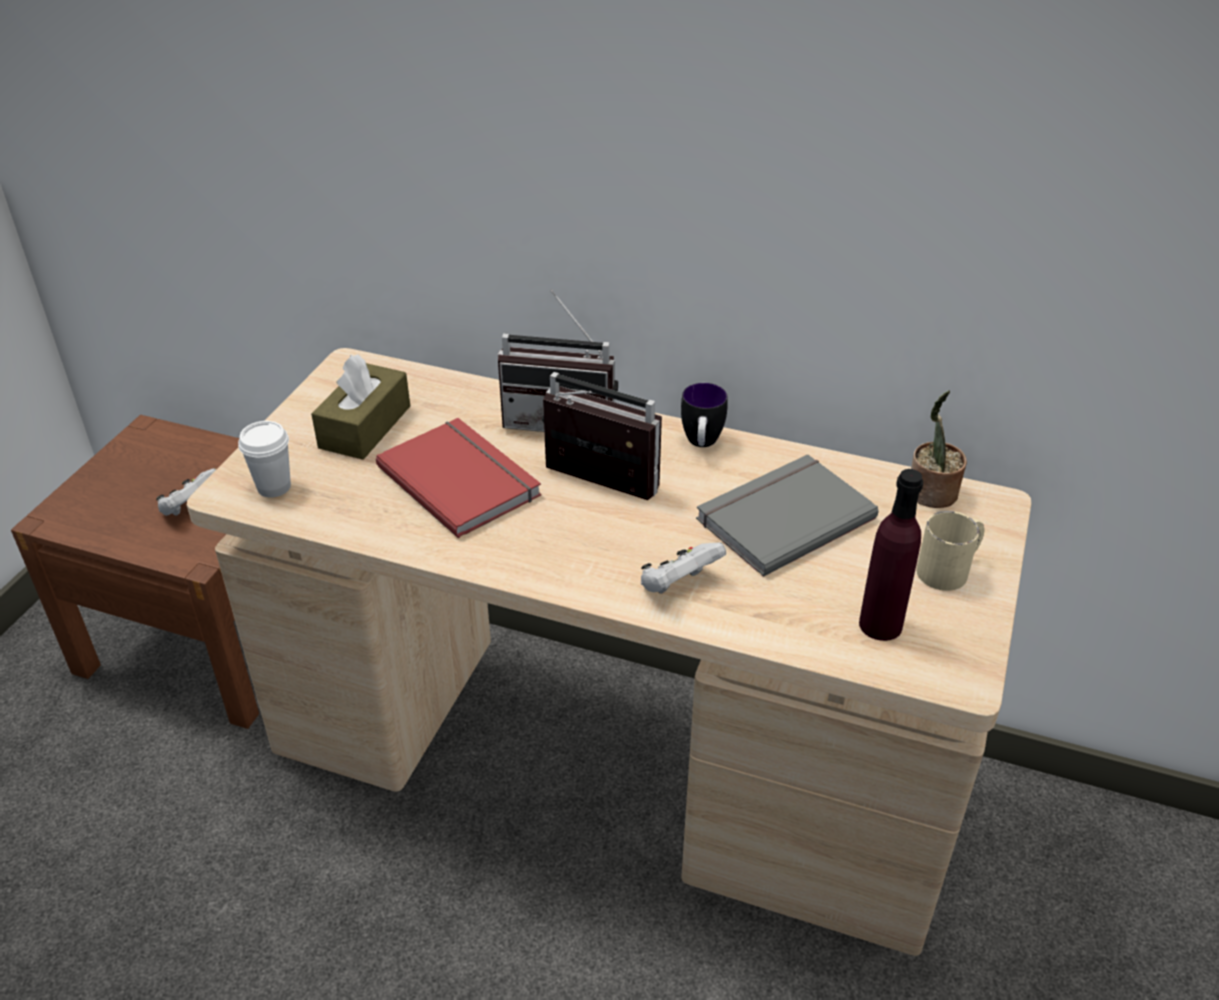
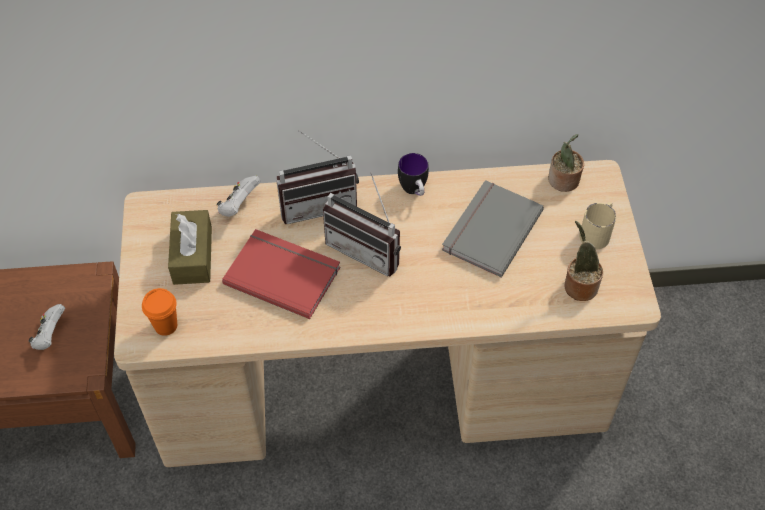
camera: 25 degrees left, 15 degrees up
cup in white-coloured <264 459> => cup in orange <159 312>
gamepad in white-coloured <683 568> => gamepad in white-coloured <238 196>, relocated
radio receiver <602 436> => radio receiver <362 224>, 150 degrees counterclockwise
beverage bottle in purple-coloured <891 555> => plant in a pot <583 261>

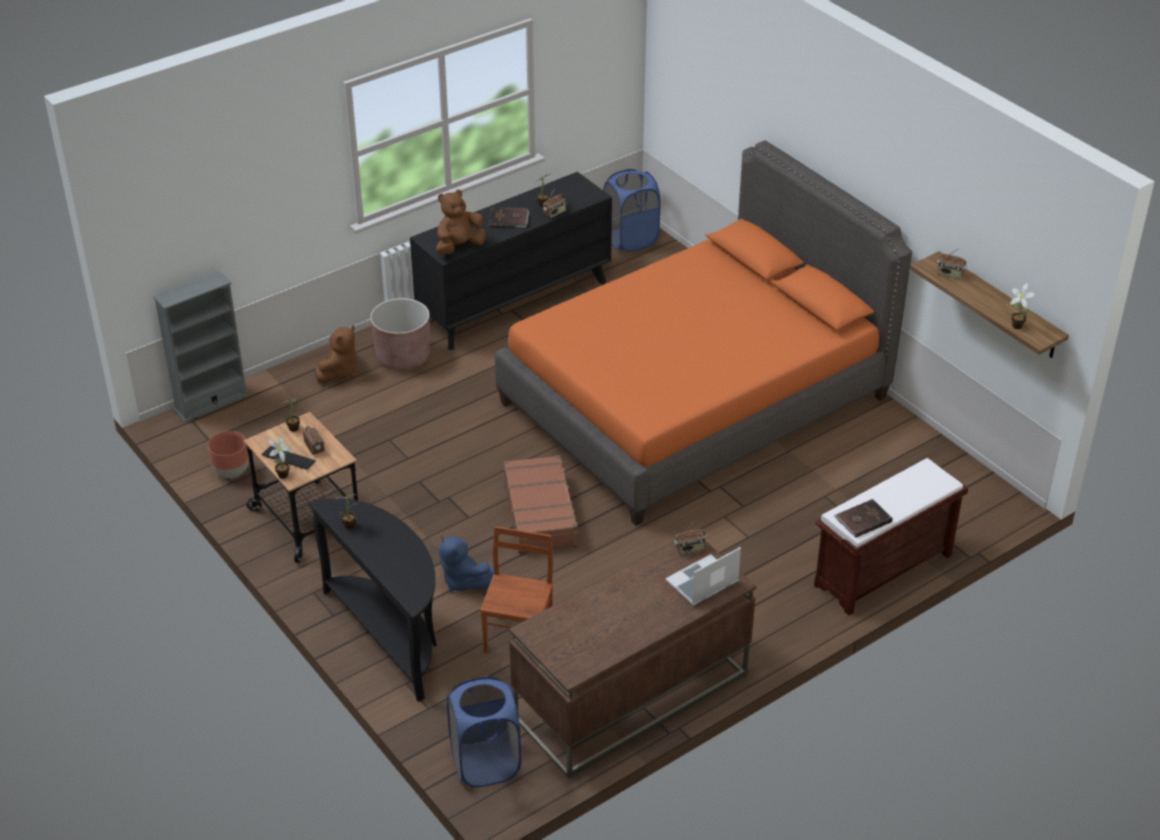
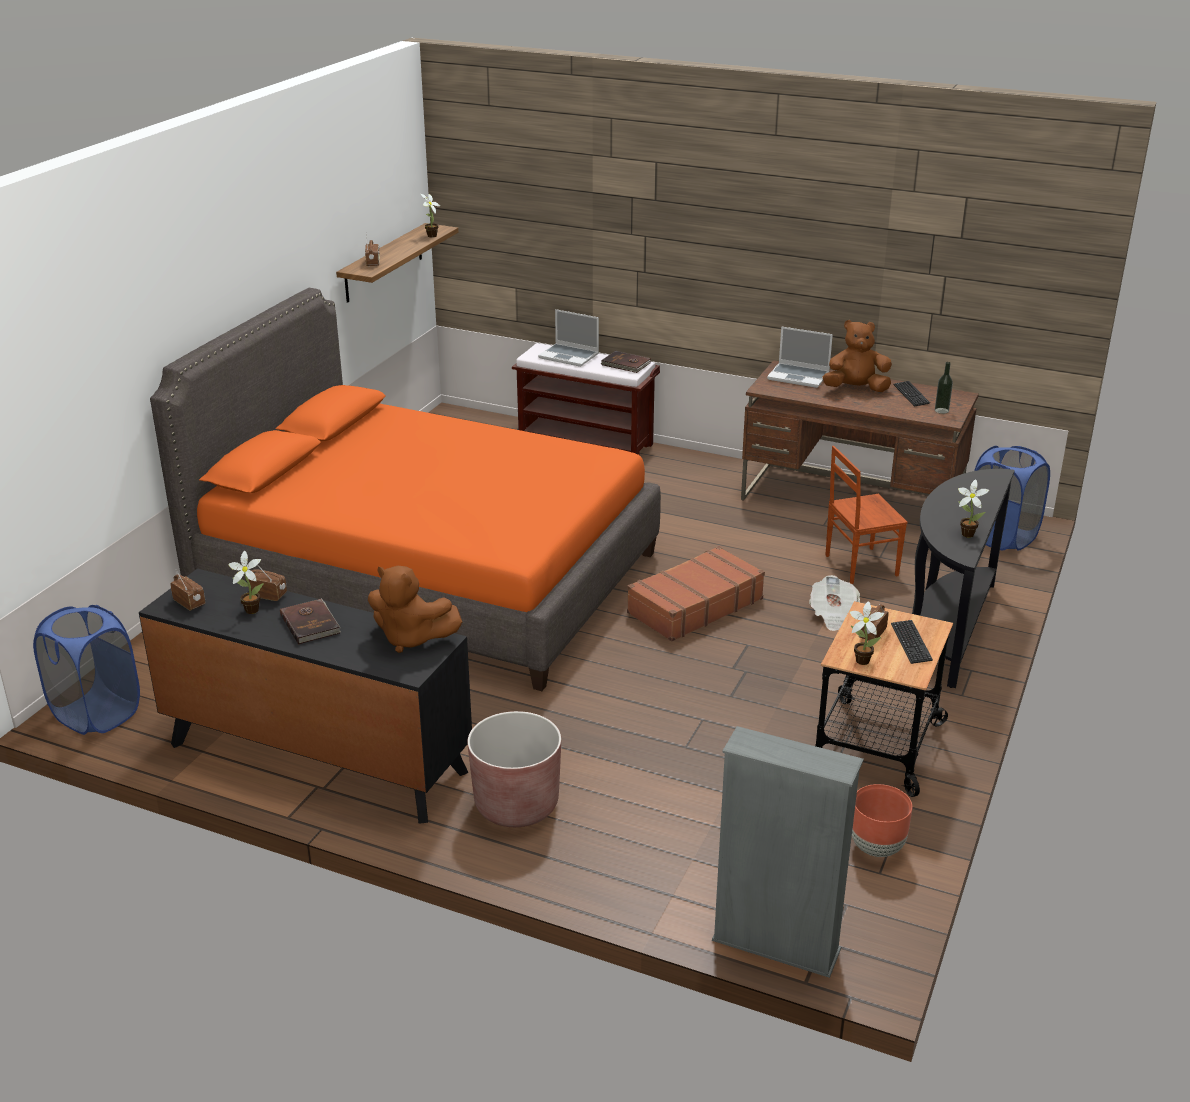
camera: 120 degrees left, 10 degrees down
radio receiver <690 538> => radio receiver <188 589>, relocated
nothing => notebook computer <568 338>
cuddly toy in blue <466 564> => newspaper <834 603>
cuddly toy in brown-coloured <335 354> => cuddly toy in brown-coloured <857 356>, relocated
nothing => PC keyboard <912 394>
nothing => beverage bottle <944 388>
plant in a pot <280 457> => nothing

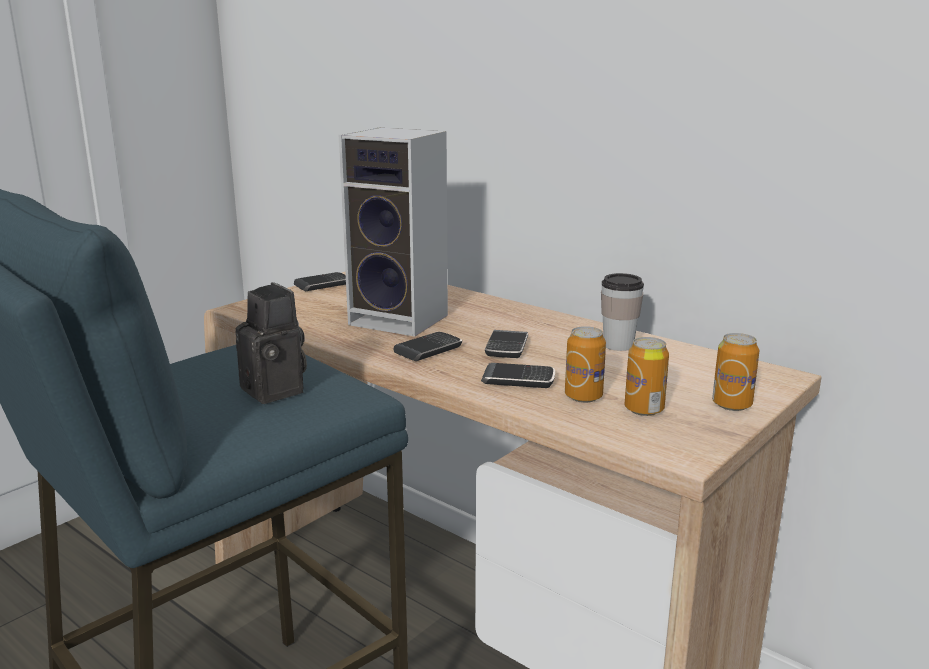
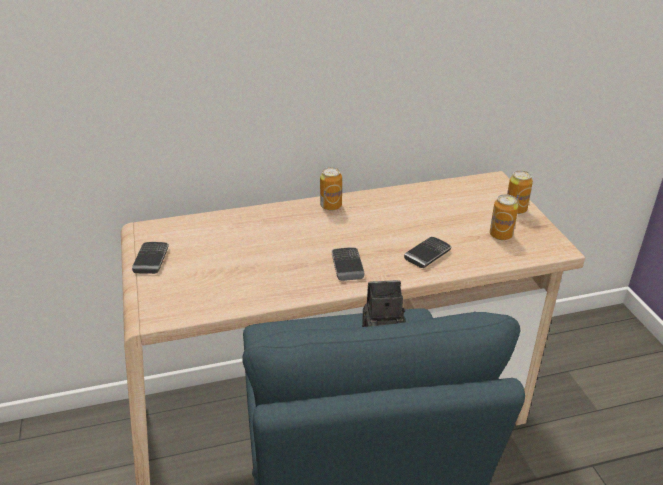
camera: 55 degrees left, 15 degrees up
metal can <585 364> => metal can <331 189>, relocated
loudspeaker <393 232> => nothing
phone <506 344> => nothing
cup <622 312> => nothing

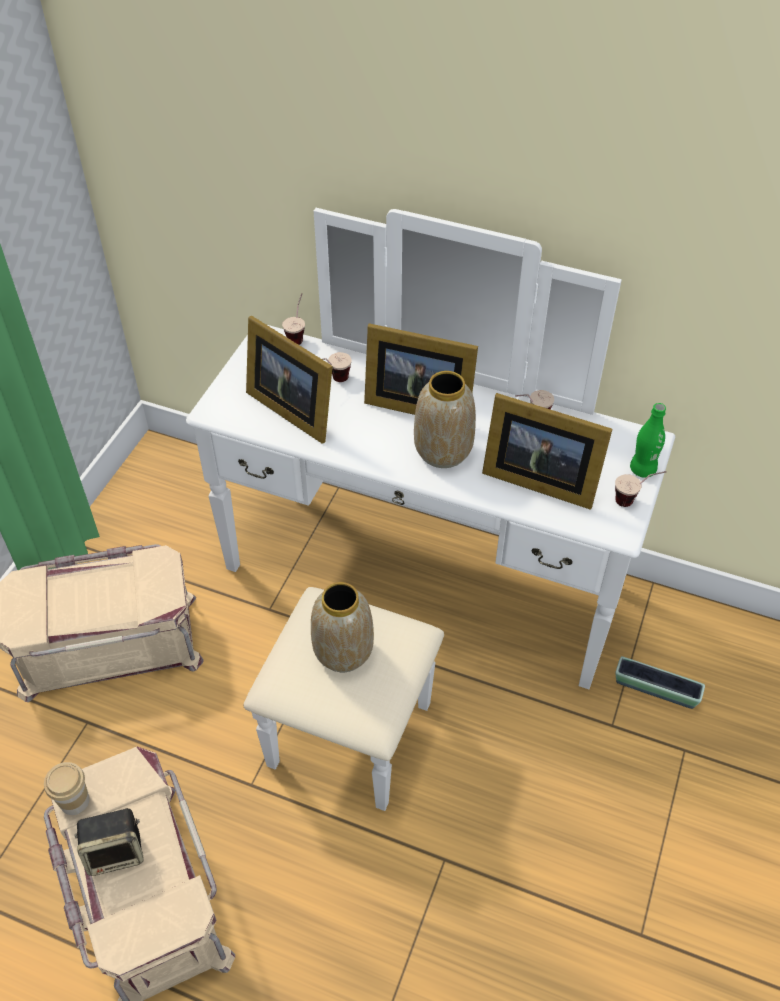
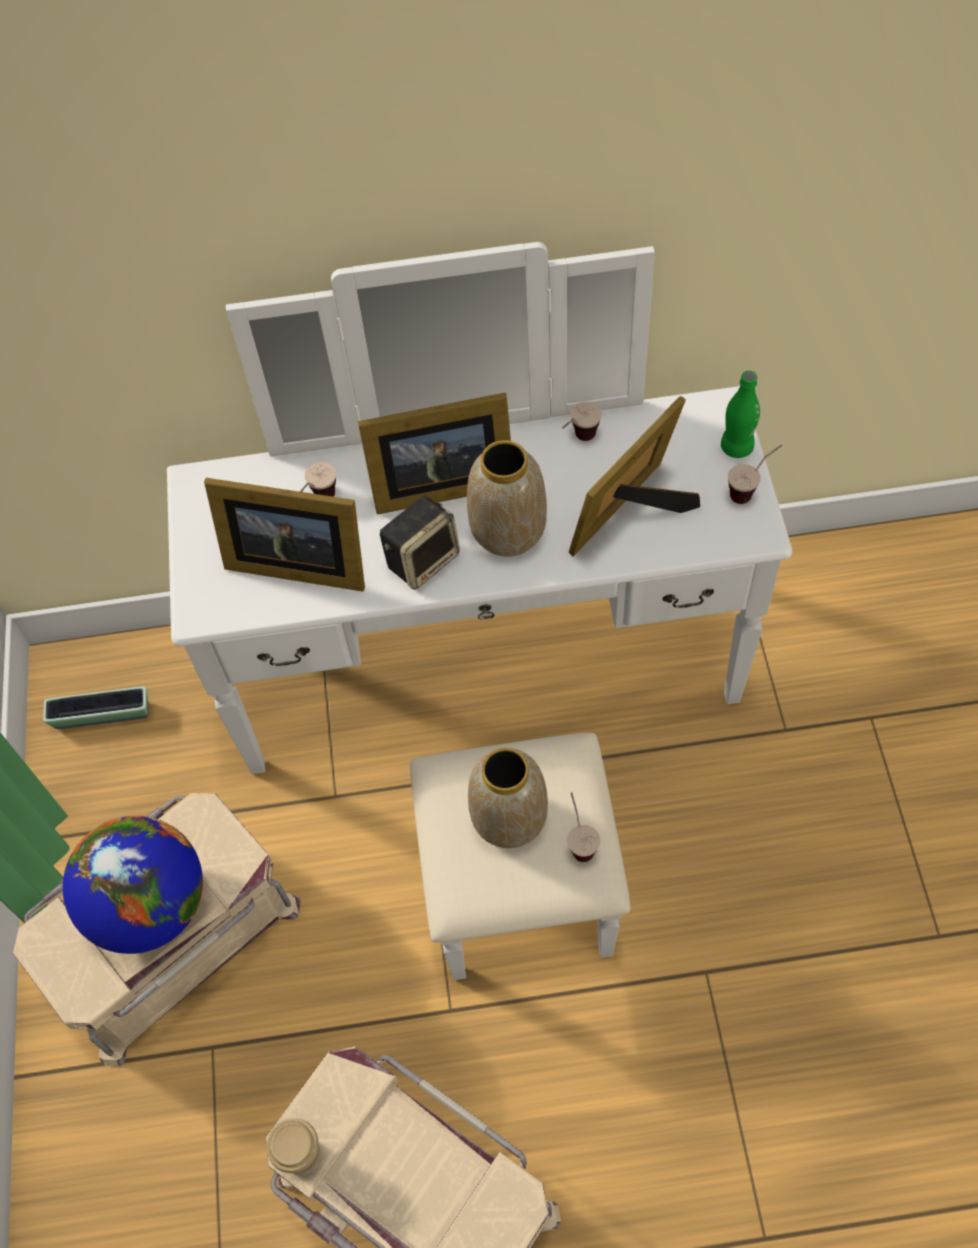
camera: 25 degrees left, 10 degrees up
planter <660 682> => planter <95 707>, relocated
nothing => globe <133 885>
loudspeaker <109 842> => loudspeaker <420 542>, relocated
cup <293 319> => cup <583 827>, relocated
photo frame <547 451> => photo frame <634 476>, 135 degrees clockwise

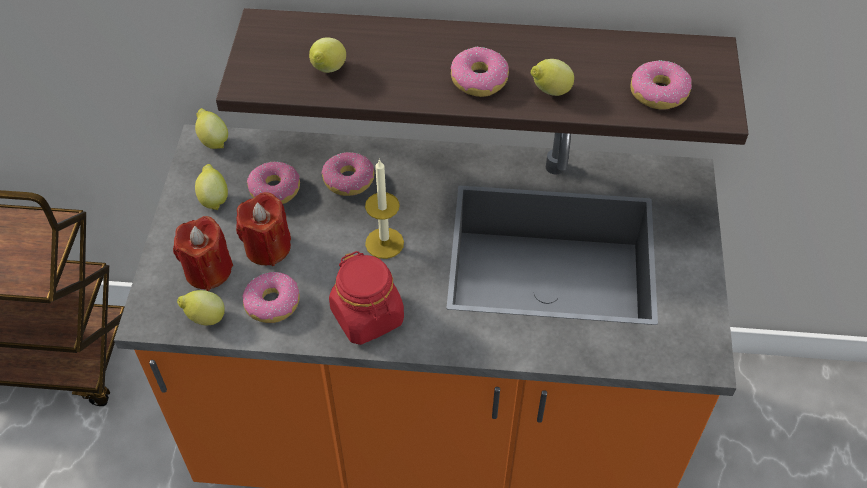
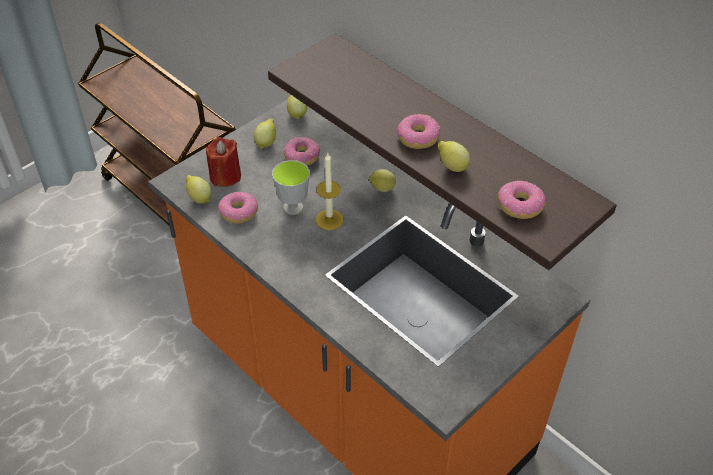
camera: 40 degrees right, 5 degrees down
nothing => cup <291 187>
lemon <327 55> => lemon <382 180>, relocated
wax light in red <263 229> => nothing
doughnut <348 174> => nothing
jar in red <366 298> => nothing

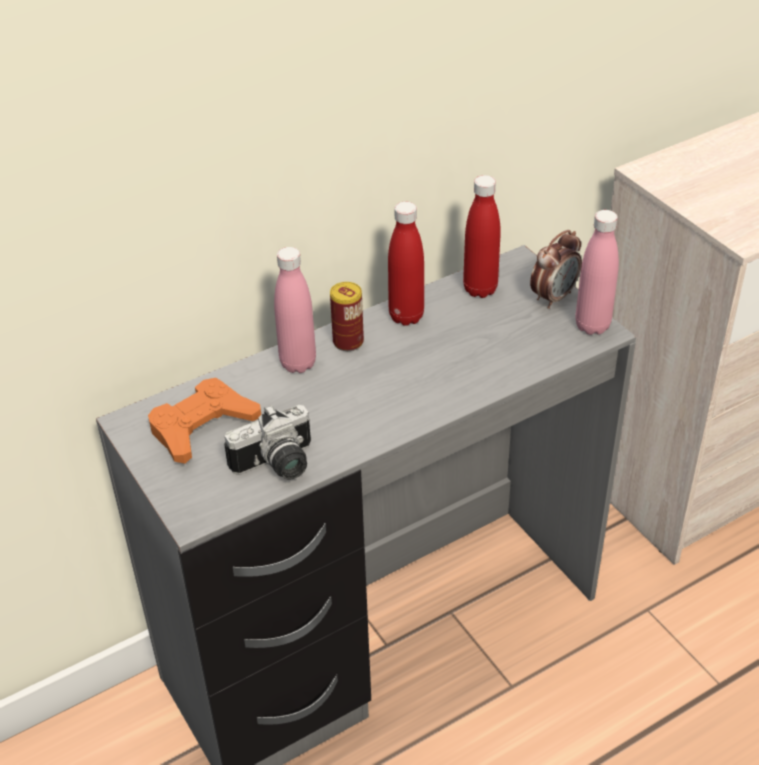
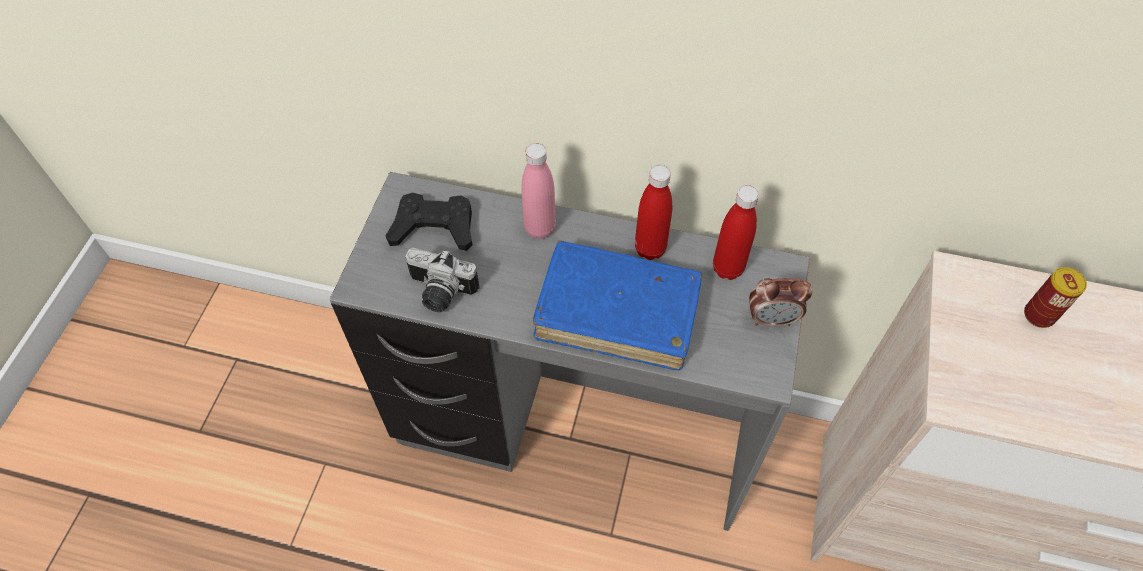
camera: 45 degrees right, 15 degrees up
gamepad in orange <204 421> => gamepad in black <428 222>
nothing => bound book in blue <617 305>
metal can <347 316> => metal can <1055 297>, relocated
beverage bottle in pink <597 272> => nothing

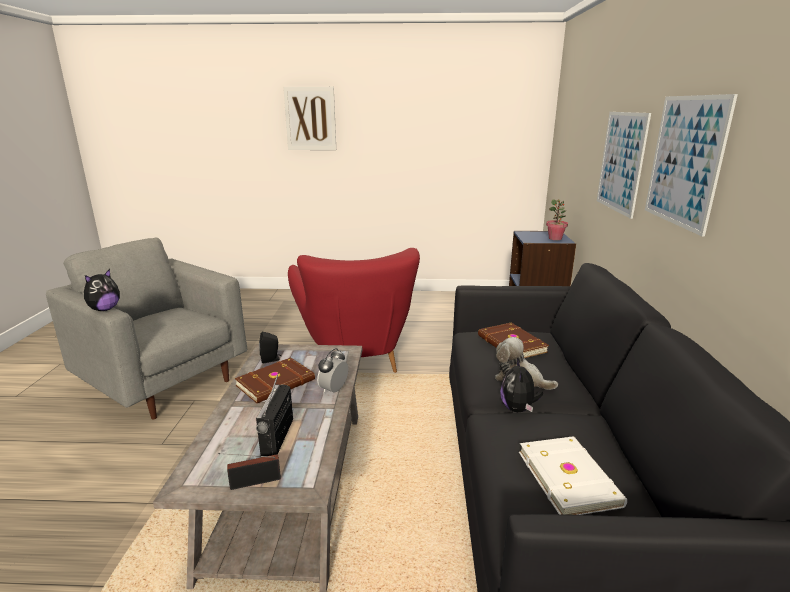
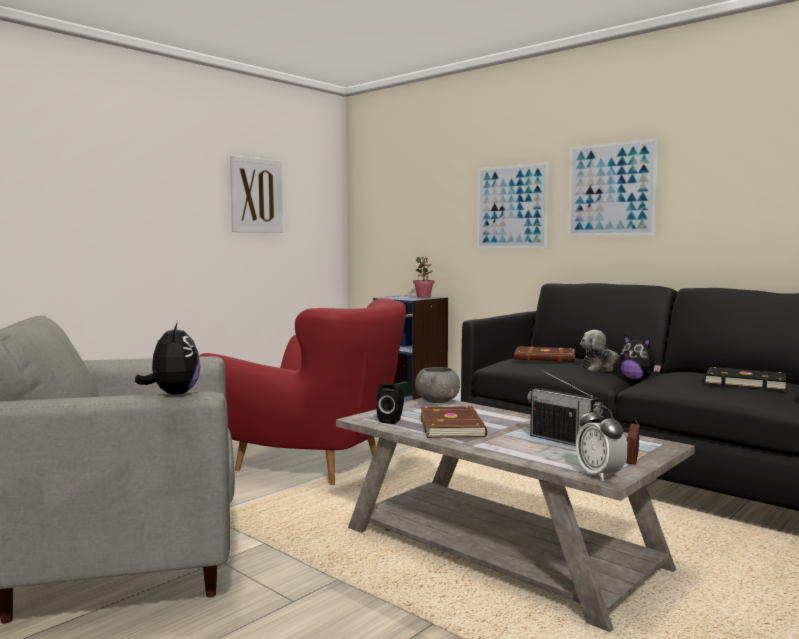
camera: 50 degrees left, 15 degrees down
wall art <309 118> => wall art <256 194>, relocated
nothing => deep dish in gray <437 385>
table clock <332 370> => table clock <601 443>, relocated
bound book in white-coloured <573 475> => bound book in black <745 379>

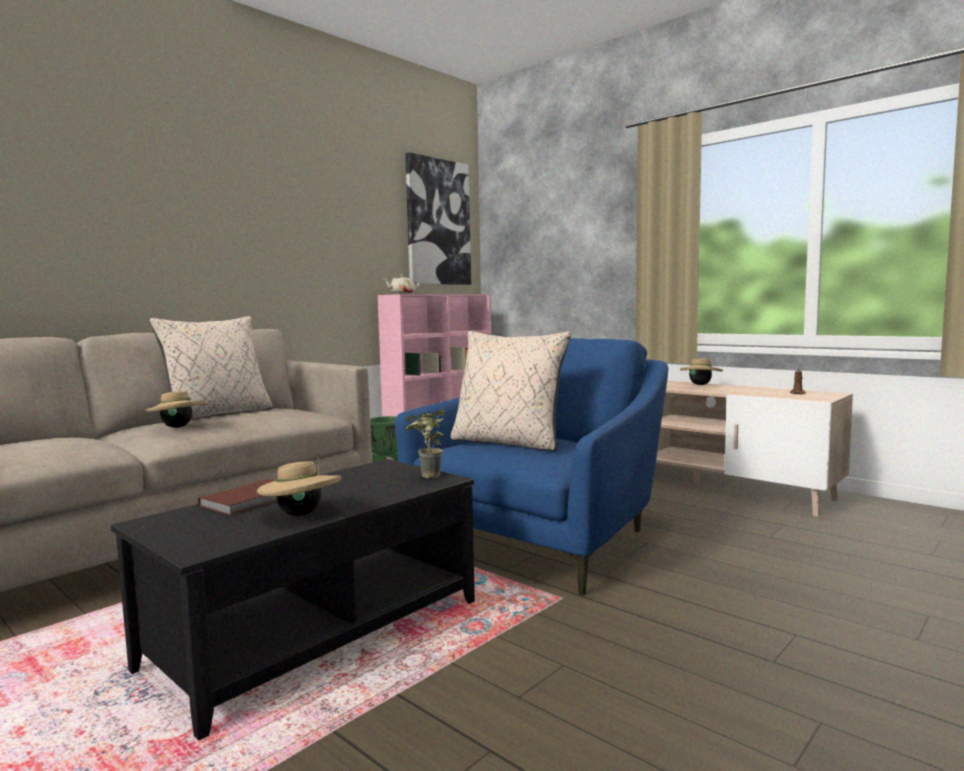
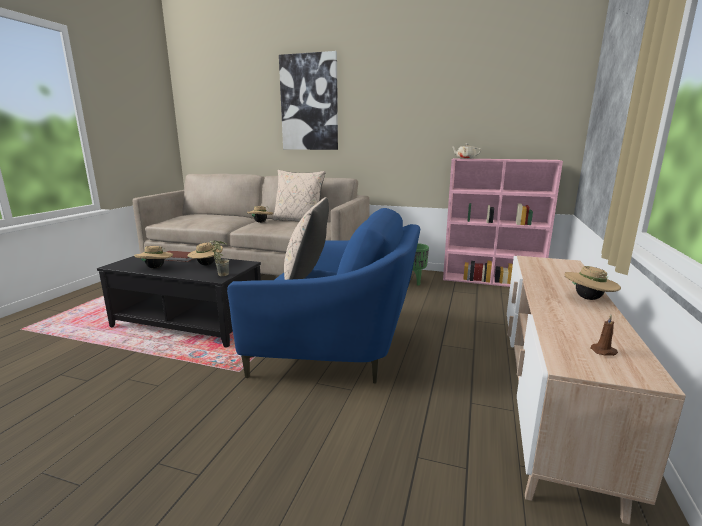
camera: 65 degrees right, 10 degrees up
nothing => clothing hat in sand-coloured <205 253>
wall art <438 218> => wall art <308 100>, relocated

